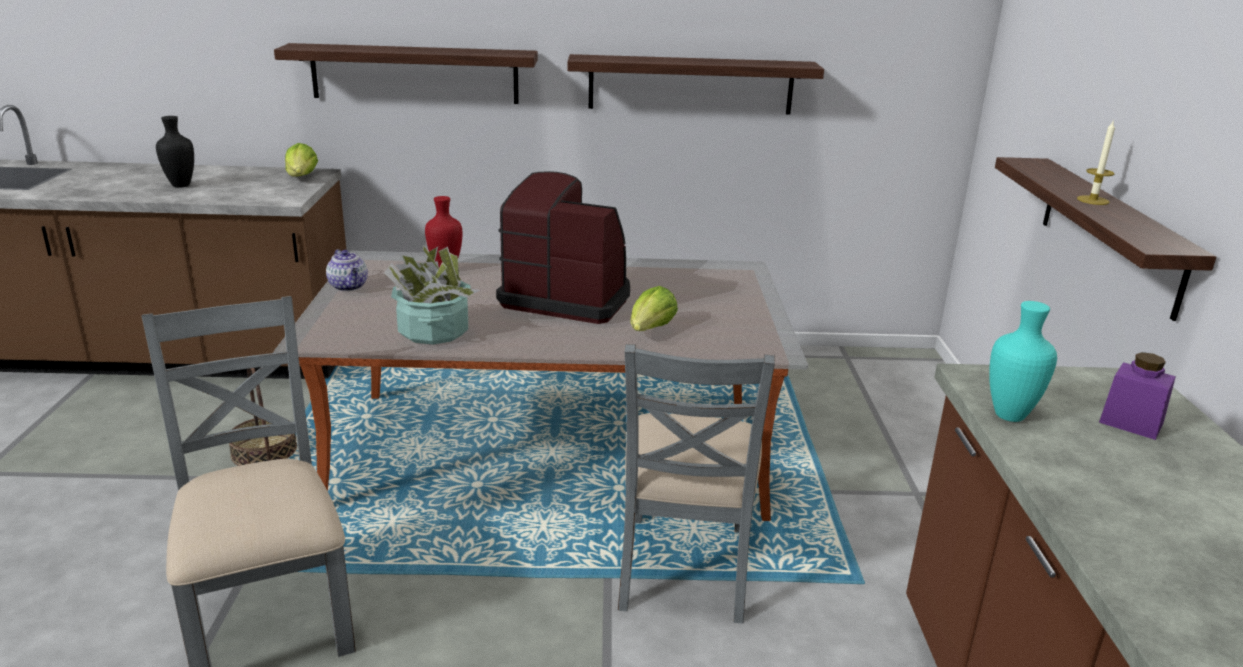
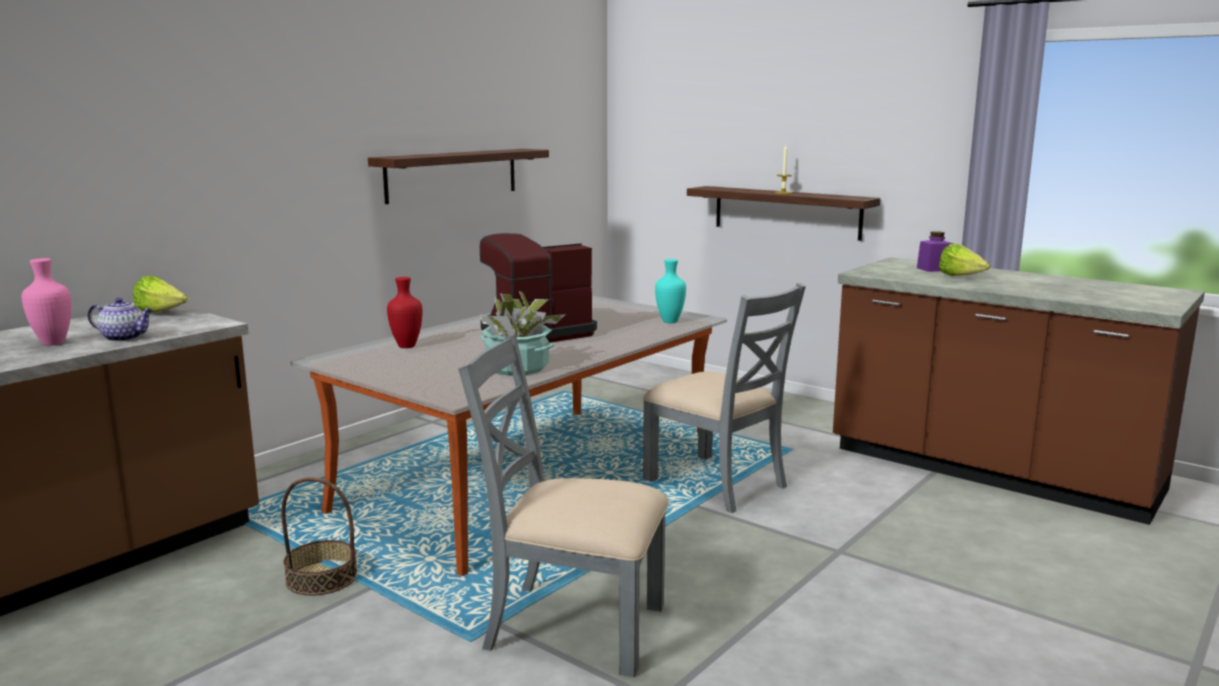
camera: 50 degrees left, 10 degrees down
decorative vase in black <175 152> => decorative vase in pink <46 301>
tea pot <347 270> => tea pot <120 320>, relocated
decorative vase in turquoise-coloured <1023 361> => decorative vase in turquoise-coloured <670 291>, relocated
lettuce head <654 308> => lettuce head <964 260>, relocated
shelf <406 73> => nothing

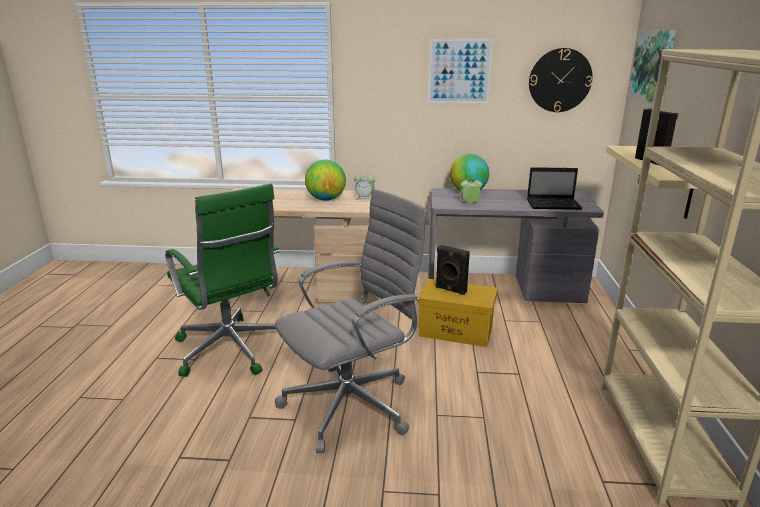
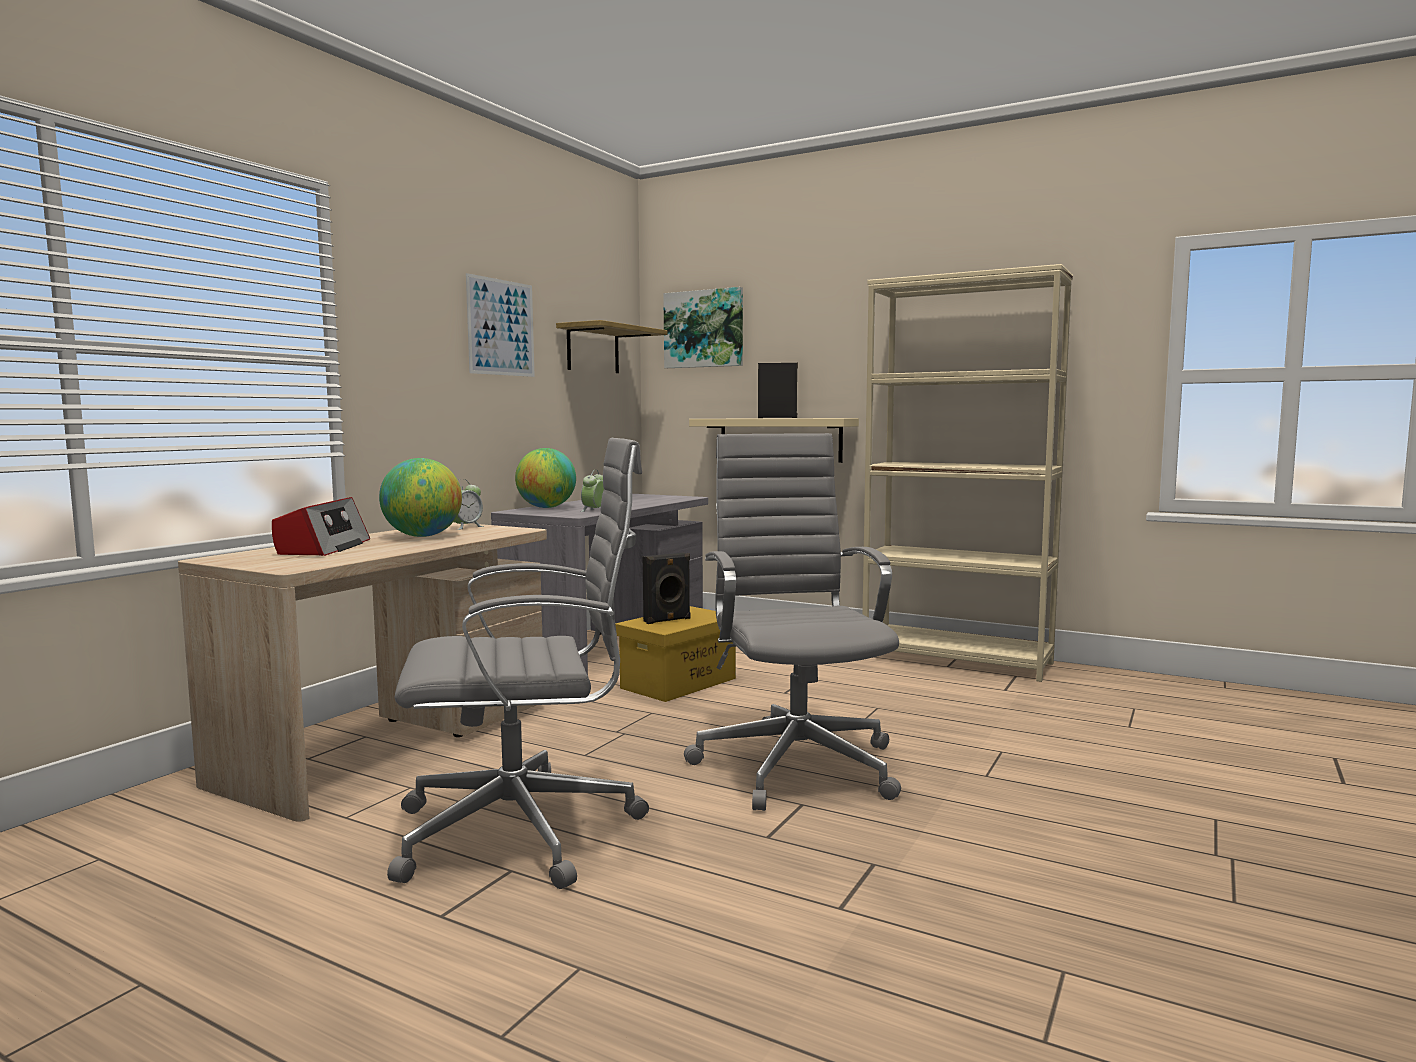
camera: 65 degrees left, 15 degrees down
nothing => radio receiver <321 526>
computer chair in greenish <222 280> => computer chair in gray <518 663>
clock on the wall <560 80> => shelf <611 346>
notebook computer <554 188> => nothing

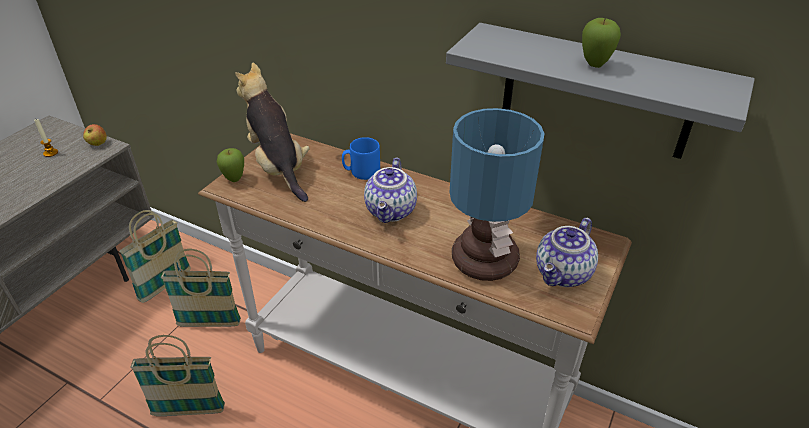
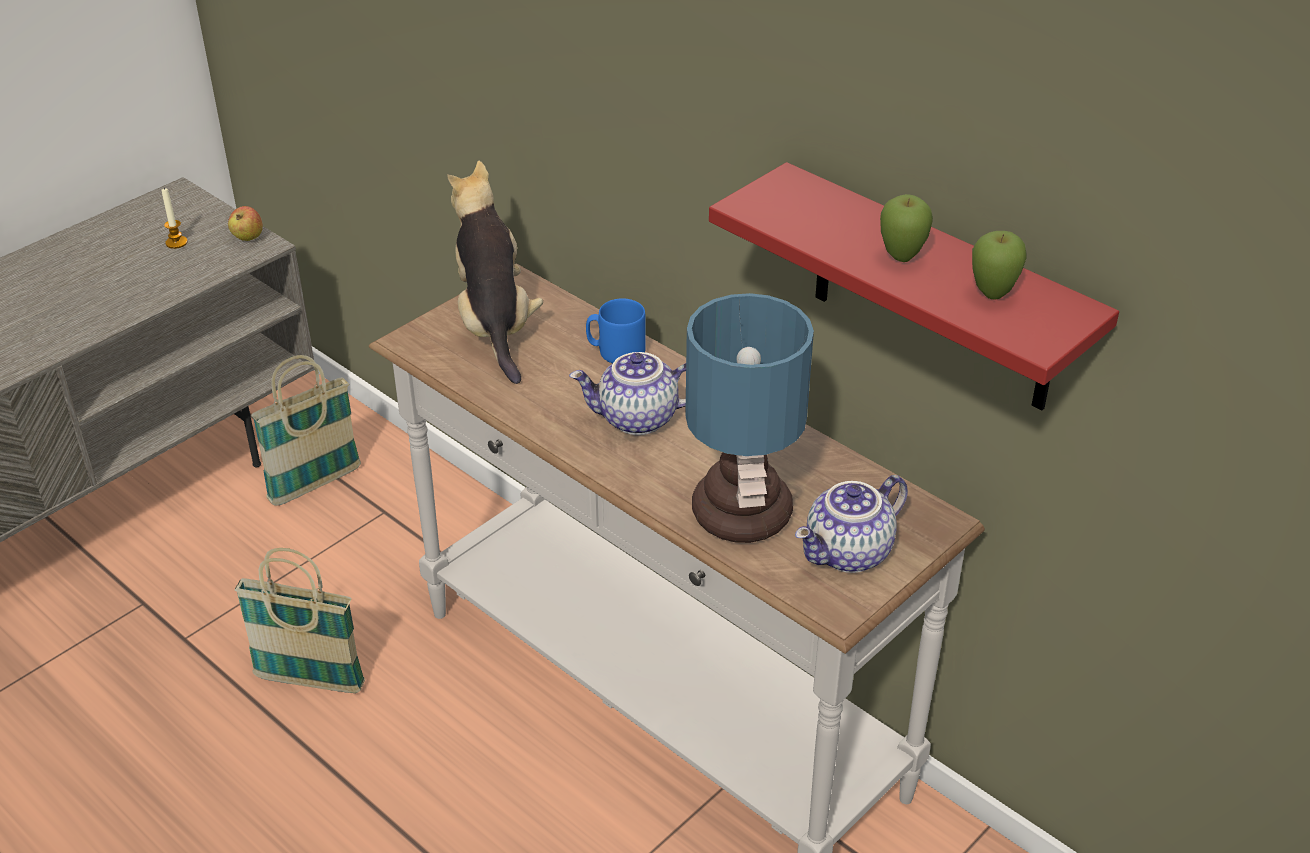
camera: 15 degrees right, 0 degrees up
tea pot <390 190> => tea pot <627 393>, 60 degrees clockwise
shelf in gray <600 91> => shelf in red <914 286>
apple <230 165> => apple <999 265>, relocated
household basket <201 288> => nothing

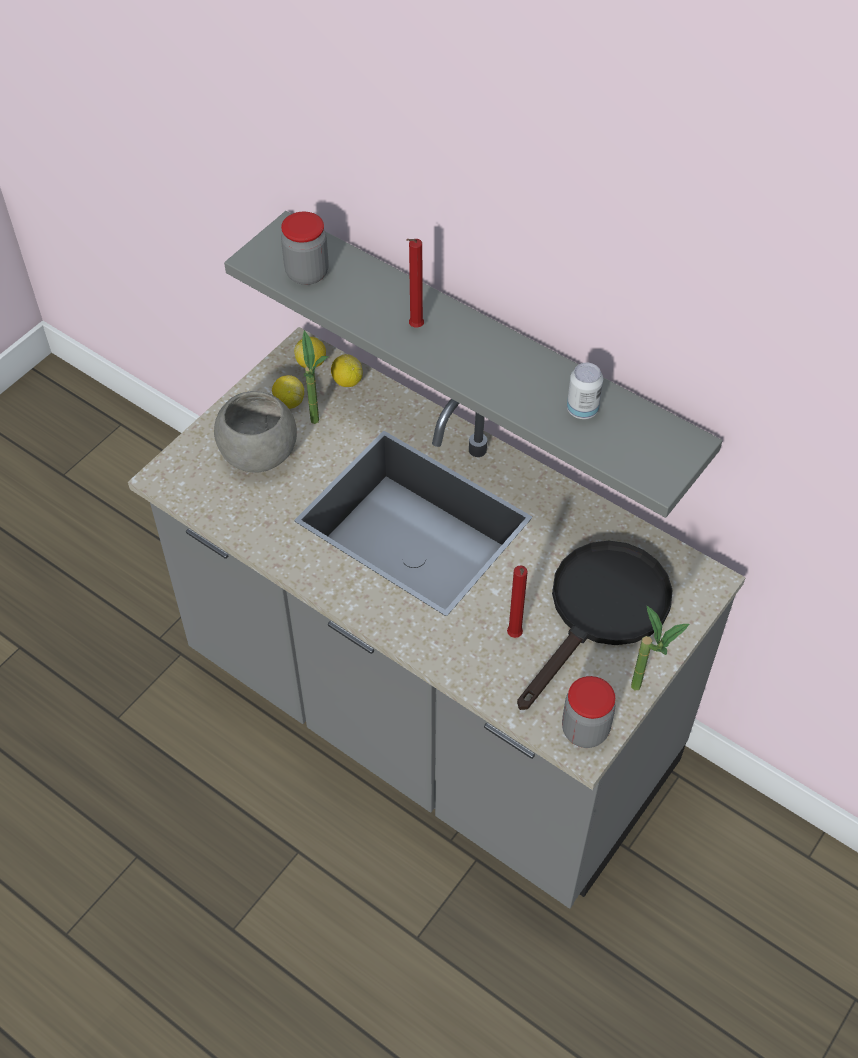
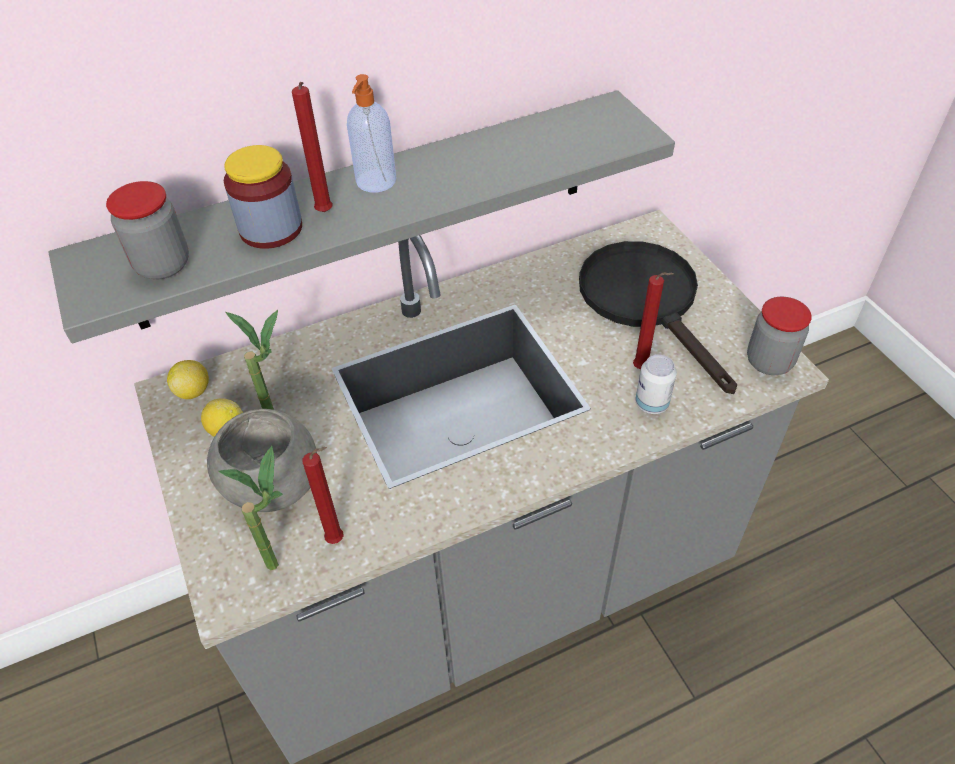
camera: 60 degrees left, 5 degrees down
plant in a pot <660 648> => plant in a pot <250 508>, relocated
nothing => jar <263 197>
nothing => wax light in red <323 495>
nothing => liquid soap bottle <371 133>
metal can <585 391> => metal can <656 384>, relocated
lemon <347 370> => nothing

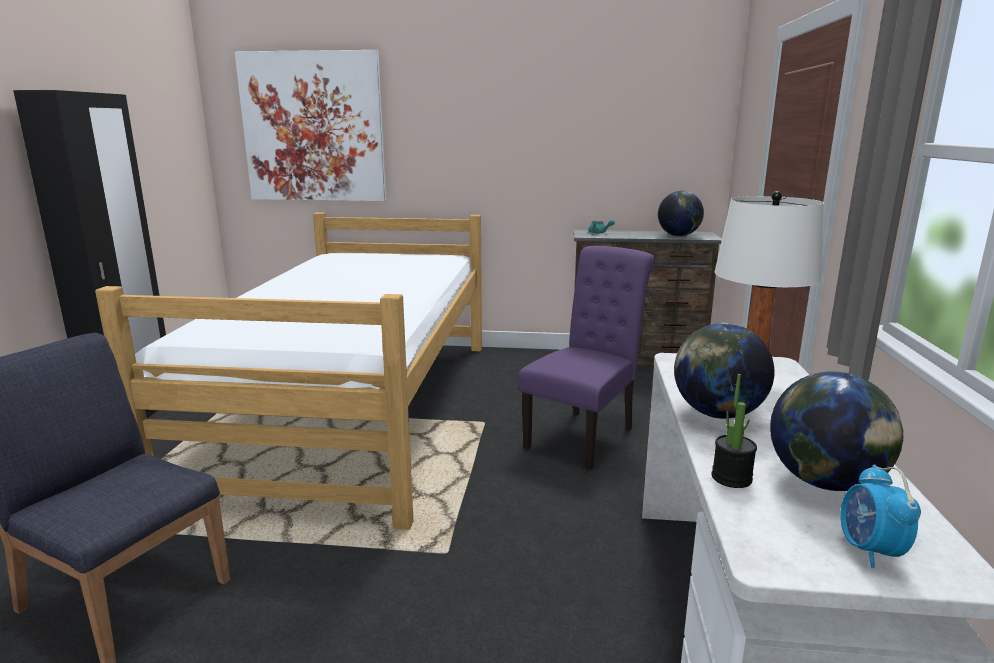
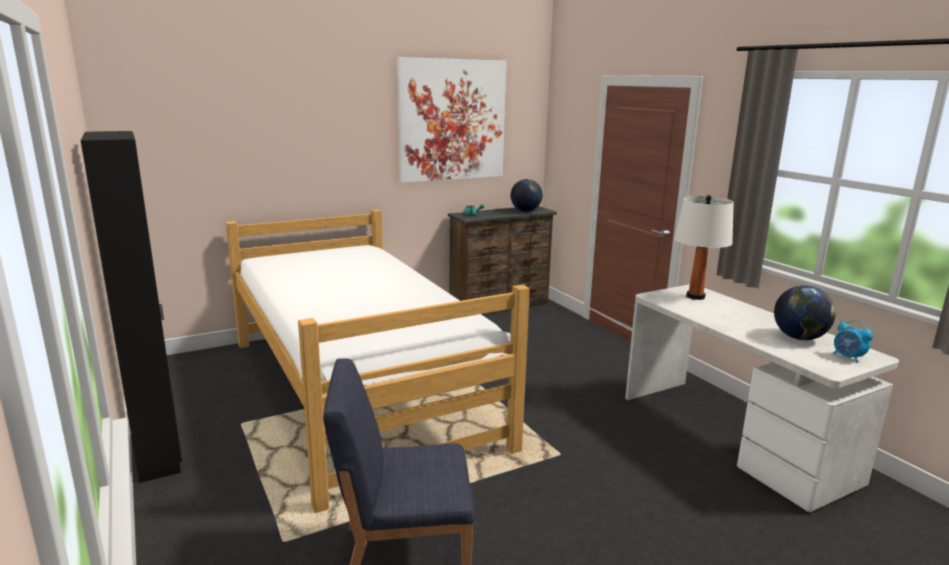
camera: 35 degrees left, 0 degrees up
wall art <310 125> => wall art <452 120>, relocated
upright chair in purple-coloured <586 358> => nothing
globe <724 371> => nothing
plant in a pot <734 431> => nothing

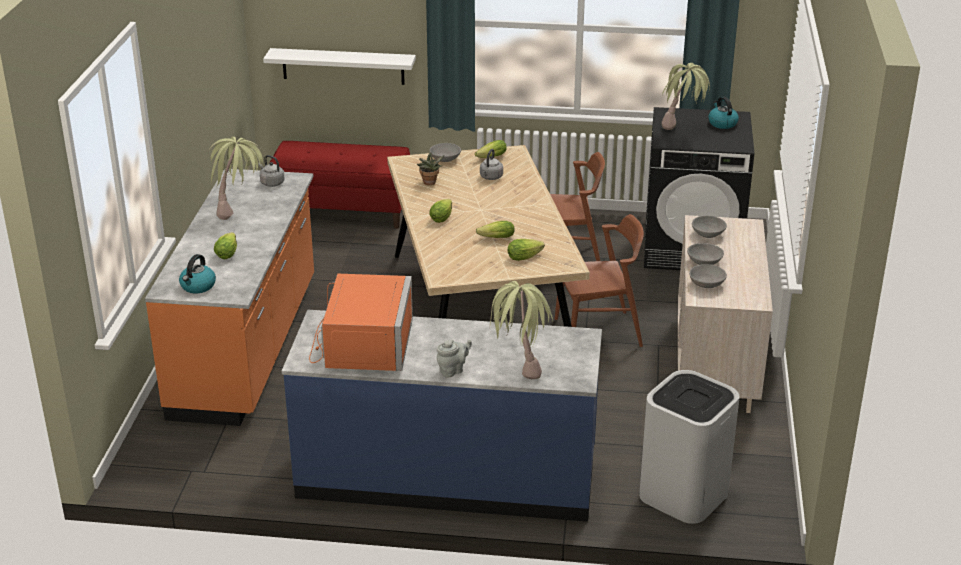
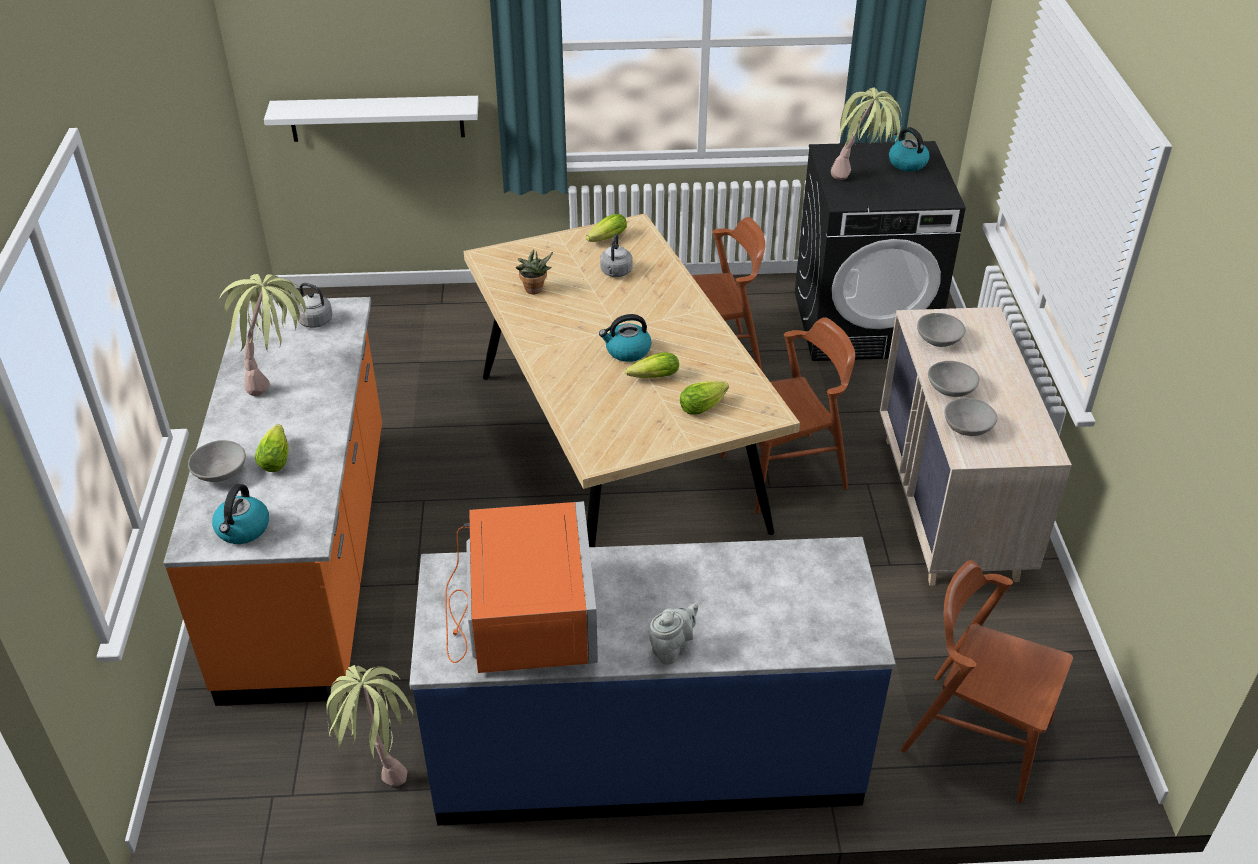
camera: 10 degrees left, 10 degrees up
deep dish in gray <445 152> => deep dish in gray <217 461>, relocated
plant in a pot <521 330> => plant in a pot <370 725>, relocated
nothing => kettle <625 338>
rubbish bin in white-coloured <689 447> => upright chair in brown-coloured <987 681>
long seat in red <340 185> => nothing
lettuce head <440 211> => nothing

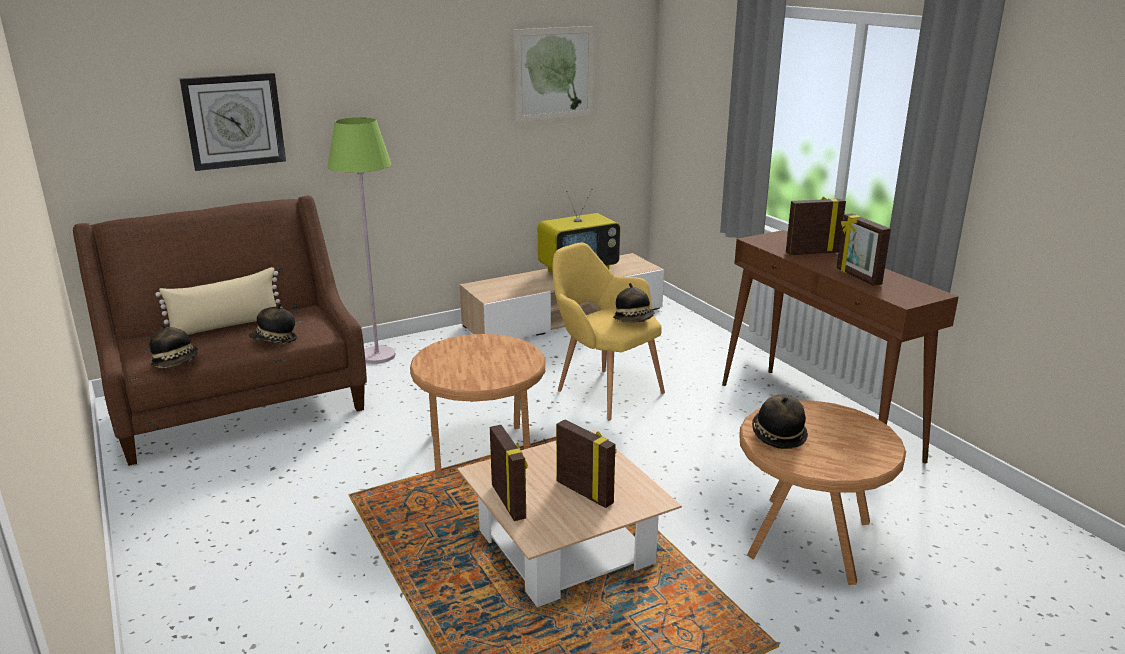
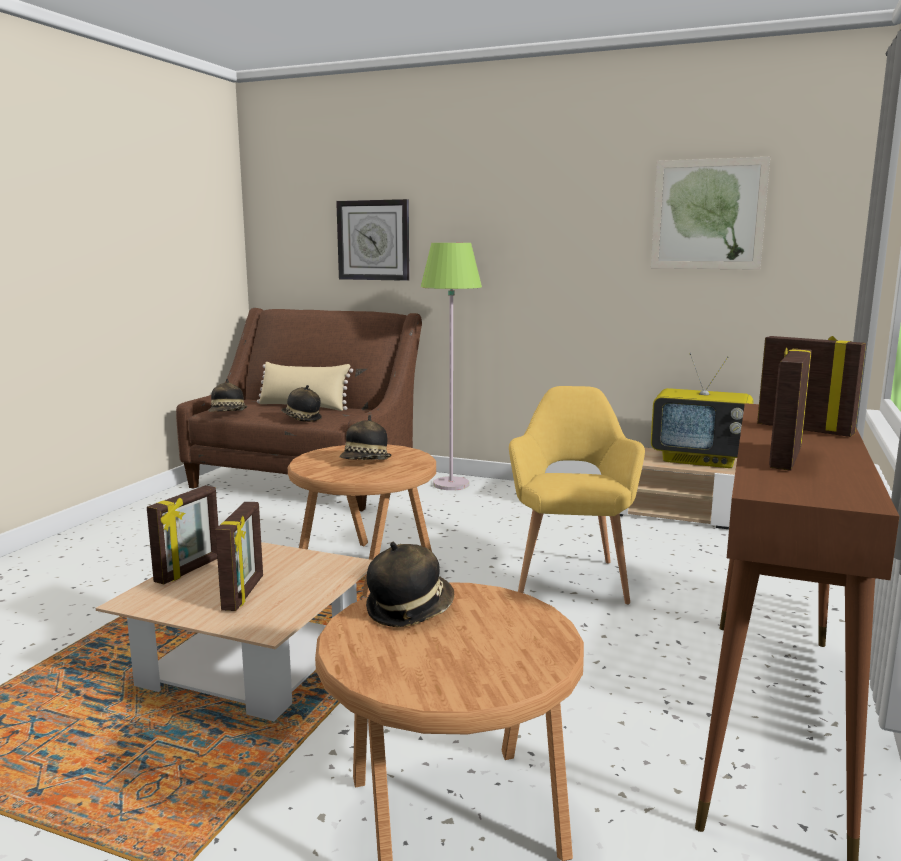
camera: 50 degrees right, 10 degrees down
clothing hat <634 303> => clothing hat <365 437>, relocated

